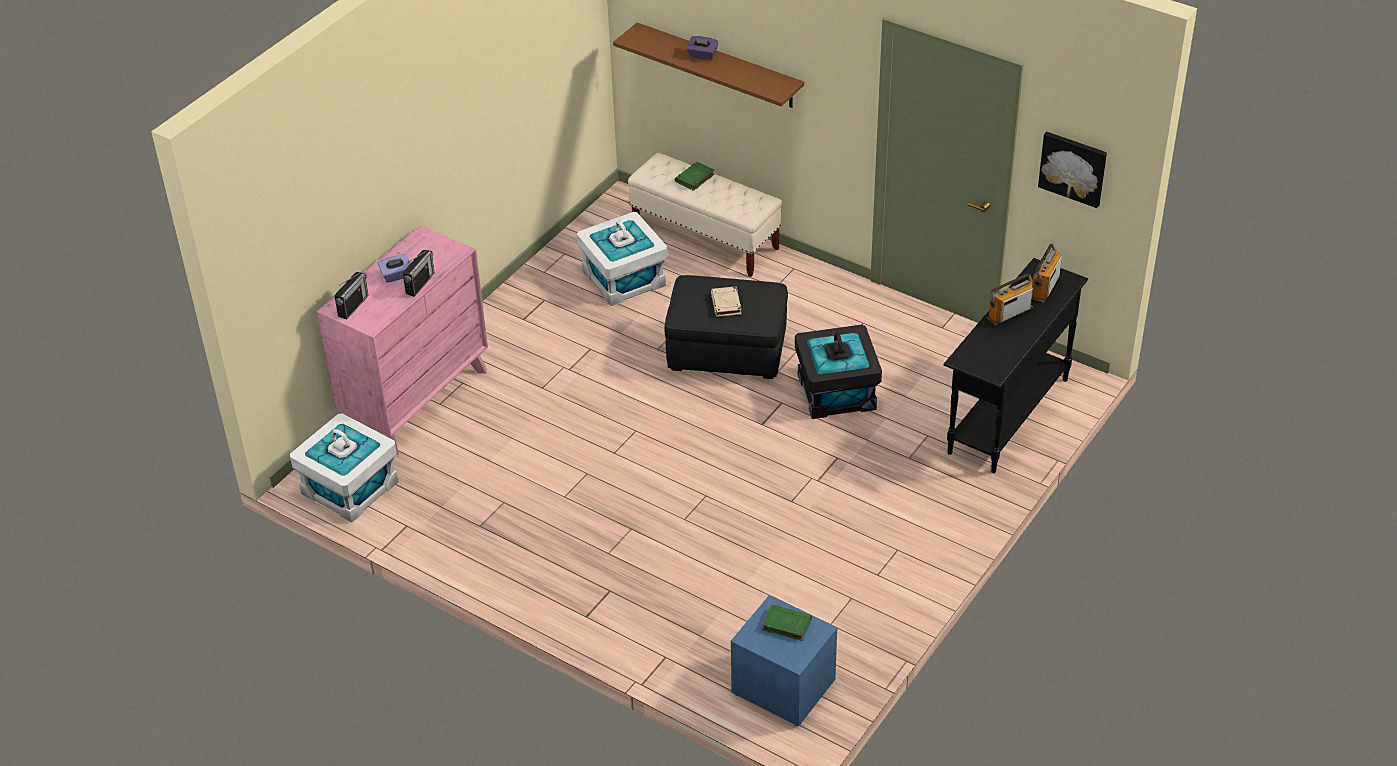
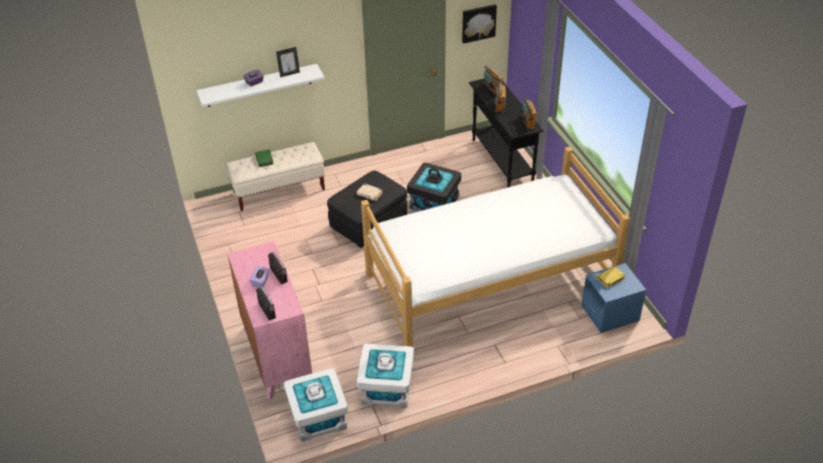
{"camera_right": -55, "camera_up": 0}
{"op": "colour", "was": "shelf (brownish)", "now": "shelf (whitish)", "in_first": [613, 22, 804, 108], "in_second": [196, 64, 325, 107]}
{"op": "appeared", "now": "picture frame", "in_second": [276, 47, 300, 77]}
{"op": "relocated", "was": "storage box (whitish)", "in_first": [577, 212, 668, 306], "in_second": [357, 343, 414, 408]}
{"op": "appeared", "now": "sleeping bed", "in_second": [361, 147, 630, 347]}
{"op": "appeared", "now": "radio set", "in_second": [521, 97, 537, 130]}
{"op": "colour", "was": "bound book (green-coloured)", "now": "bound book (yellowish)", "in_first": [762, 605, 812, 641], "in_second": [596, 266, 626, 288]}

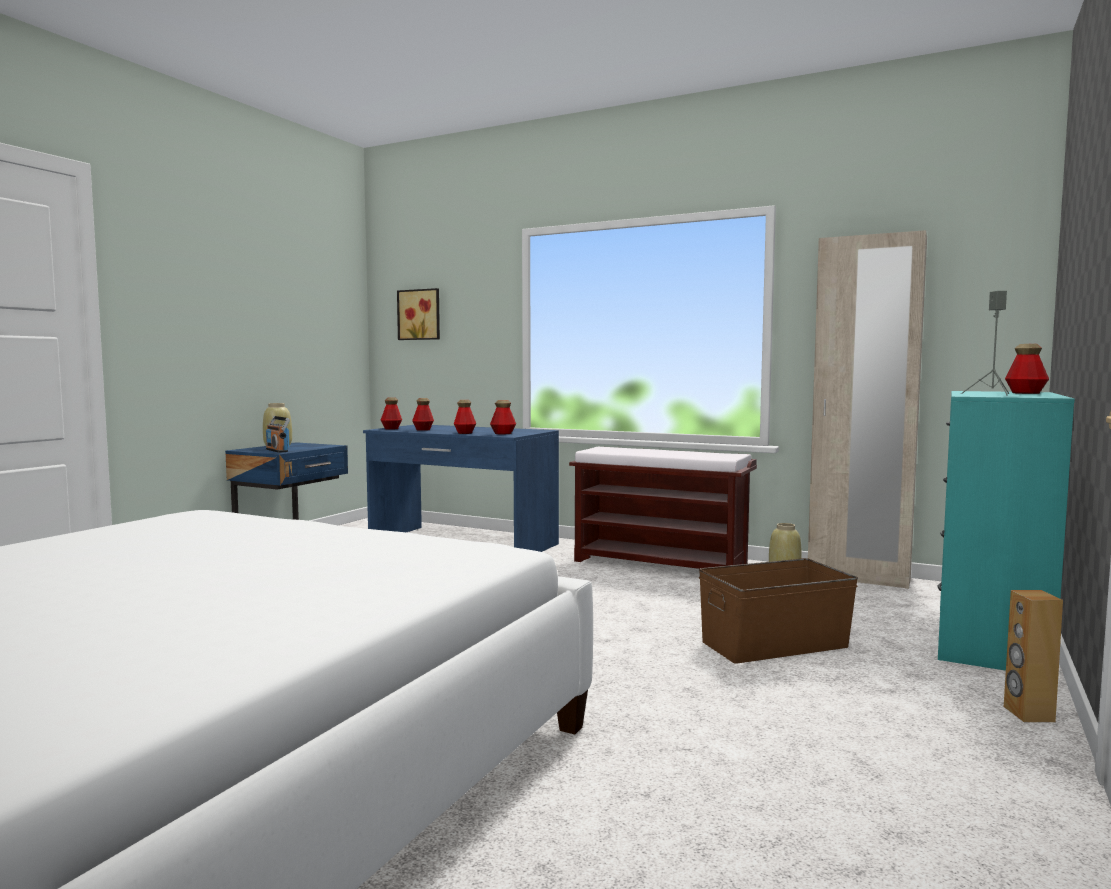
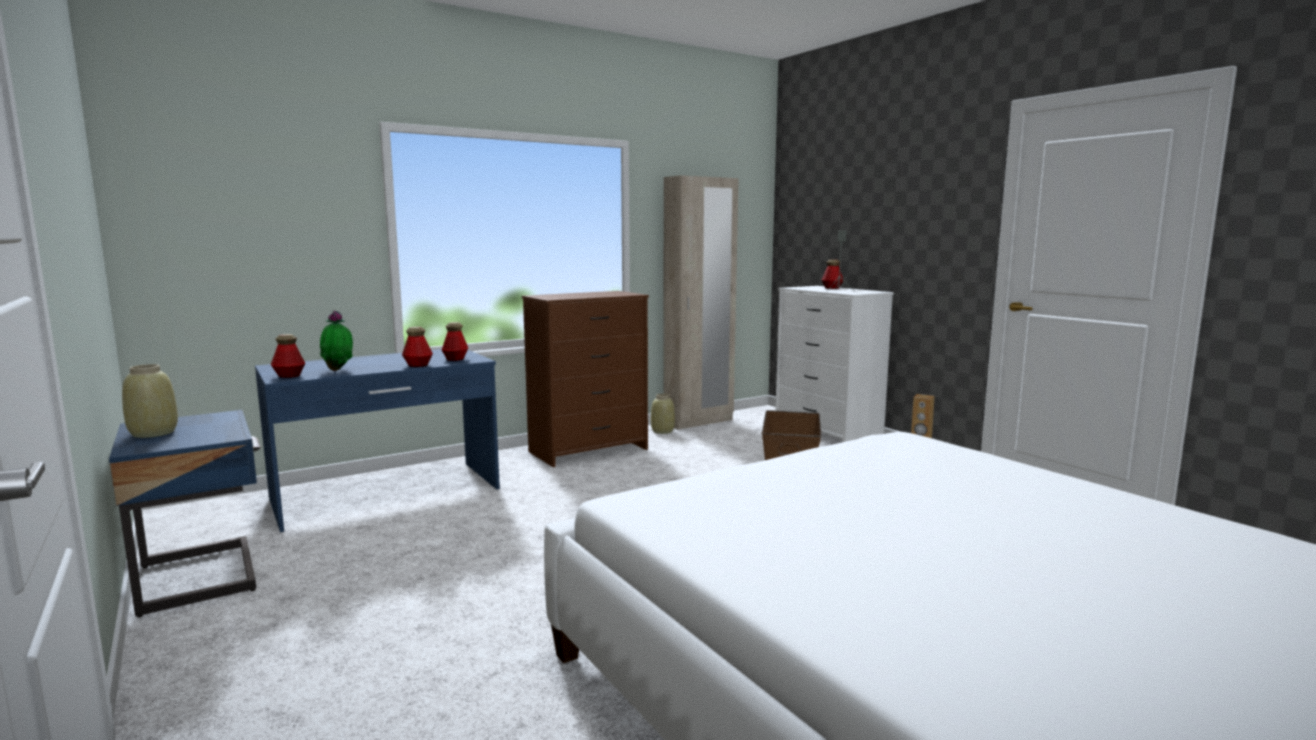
{"camera_right": -60, "camera_up": 5}
{"op": "exchanged", "was": "bottle", "now": "potted plant", "in_first": [412, 398, 434, 431], "in_second": [320, 310, 353, 371]}
{"op": "exchanged", "was": "indoor bench (brownish)", "now": "dresser (brownish)", "in_first": [569, 447, 757, 569], "in_second": [522, 291, 649, 467]}
{"op": "colour", "was": "dresser (turquoise-coloured)", "now": "dresser (whitish)", "in_first": [938, 391, 1075, 671], "in_second": [775, 286, 894, 442]}
{"op": "missing", "was": "radio set", "in_first": [266, 416, 290, 453]}
{"op": "missing", "was": "picture", "in_first": [397, 288, 440, 340]}

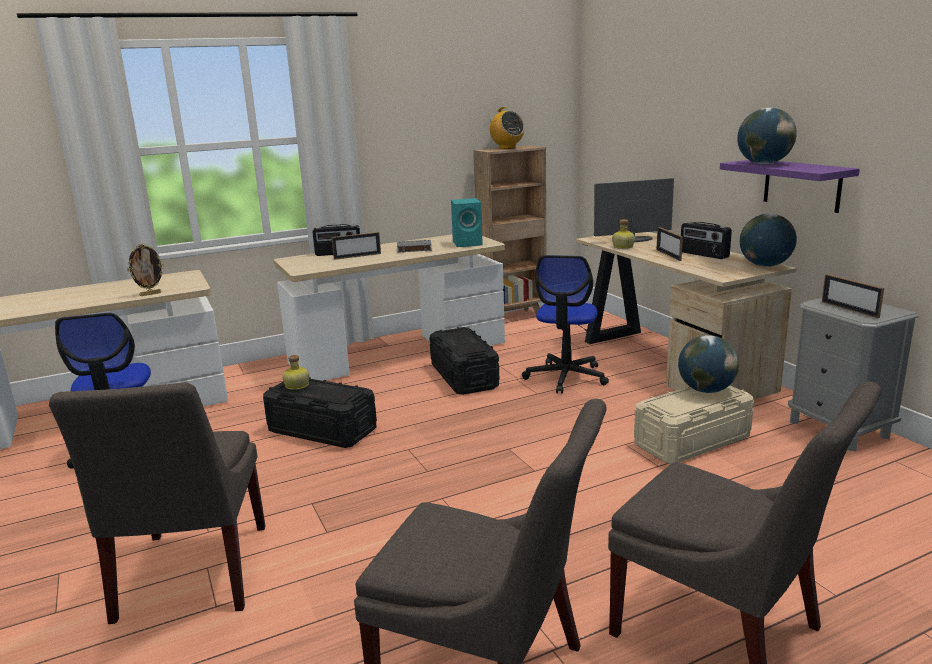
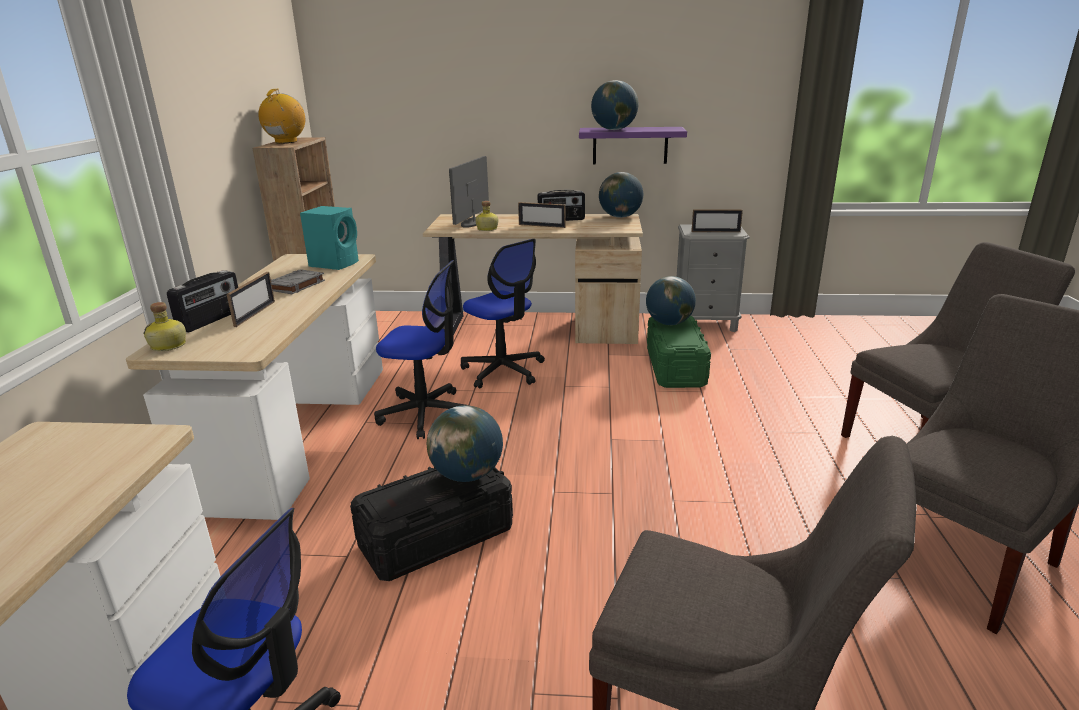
{"camera_right": -60, "camera_up": 5}
{"op": "relocated", "was": "bottle", "in_first": [283, 355, 309, 390], "in_second": [143, 302, 186, 351]}
{"op": "spun", "was": "radio set", "in_first": [489, 107, 524, 149], "in_second": [258, 89, 305, 143], "clockwise": -75}
{"op": "exchanged", "was": "storage box (black-coloured)", "now": "office chair", "in_first": [429, 327, 499, 395], "in_second": [374, 260, 465, 439]}
{"op": "appeared", "now": "globe", "in_second": [427, 405, 503, 482]}
{"op": "colour", "was": "storage box (beige)", "now": "storage box (green-coloured)", "in_first": [634, 385, 754, 464], "in_second": [647, 316, 711, 388]}
{"op": "missing", "was": "picture frame", "in_first": [127, 243, 164, 296]}

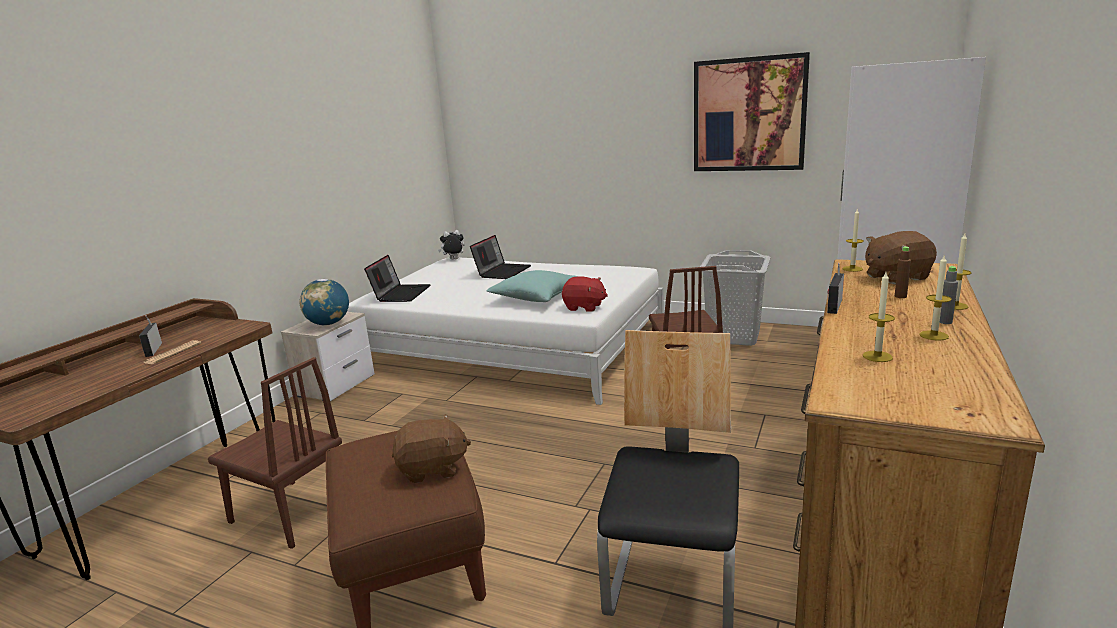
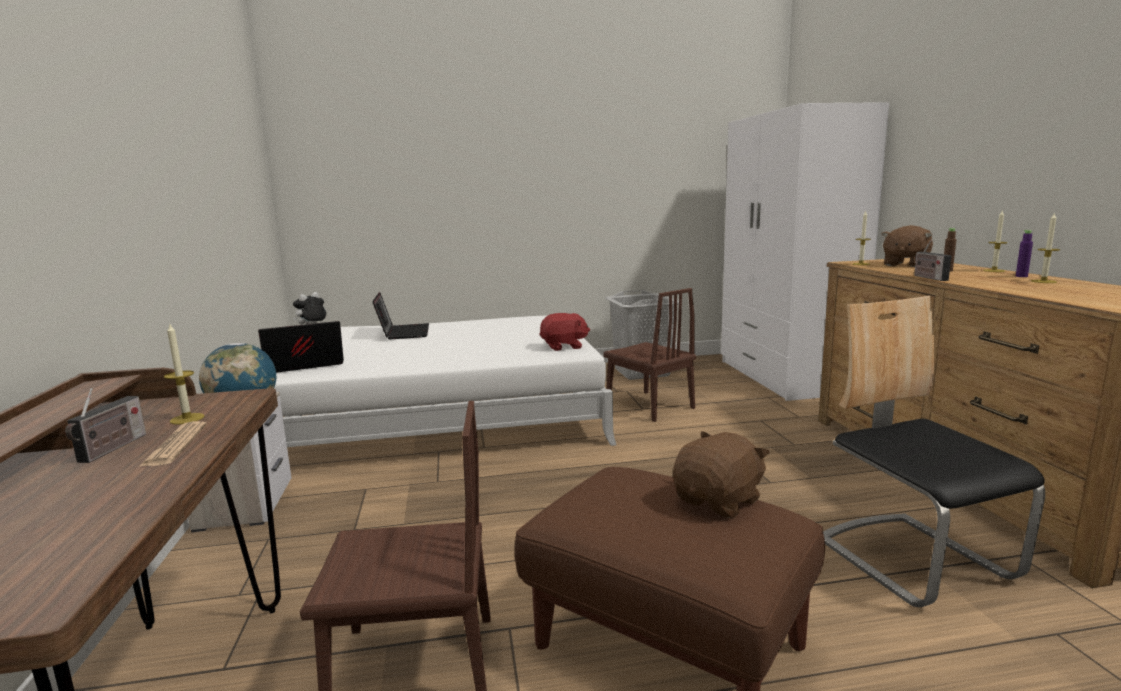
{"camera_right": -35, "camera_up": -5}
{"op": "spun", "was": "radio set", "in_first": [139, 315, 162, 357], "in_second": [65, 388, 146, 463], "clockwise": -120}
{"op": "relocated", "was": "candle", "in_first": [863, 272, 895, 362], "in_second": [164, 322, 205, 425]}
{"op": "spun", "was": "portable computer", "in_first": [364, 255, 431, 302], "in_second": [258, 321, 344, 373], "clockwise": -90}
{"op": "colour", "was": "bottle (grey)", "now": "bottle (purple)", "in_first": [939, 266, 958, 324], "in_second": [1016, 230, 1033, 277]}
{"op": "missing", "was": "throw pillow (turquoise-coloured)", "in_first": [487, 270, 578, 302]}
{"op": "missing", "was": "picture", "in_first": [694, 52, 810, 171]}

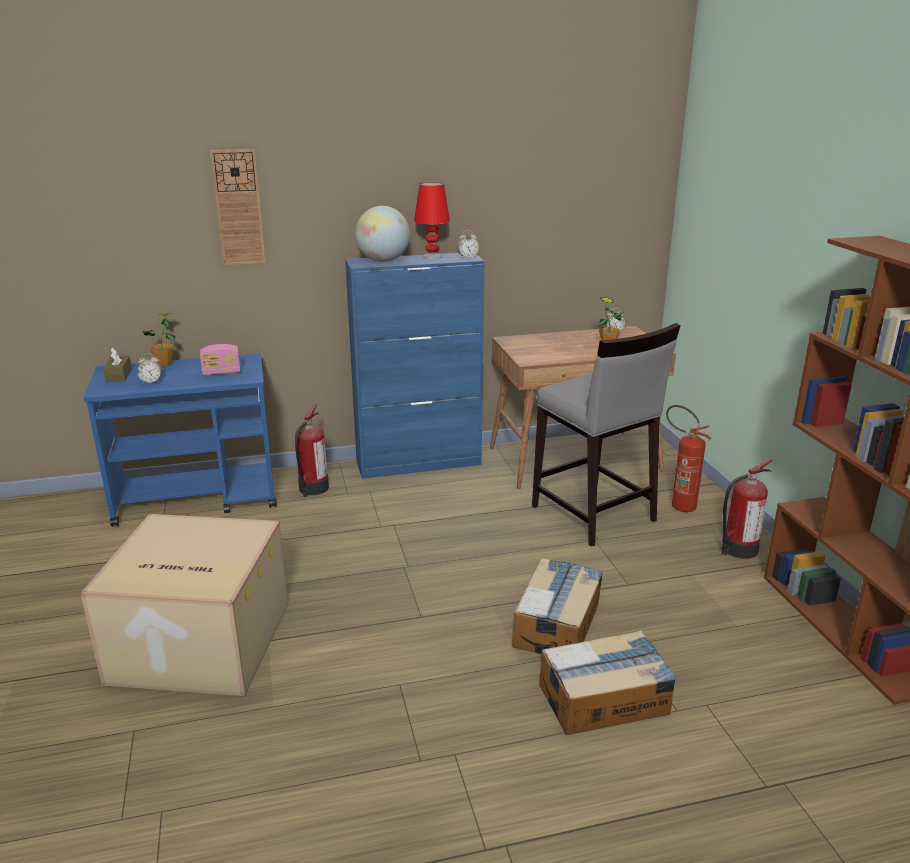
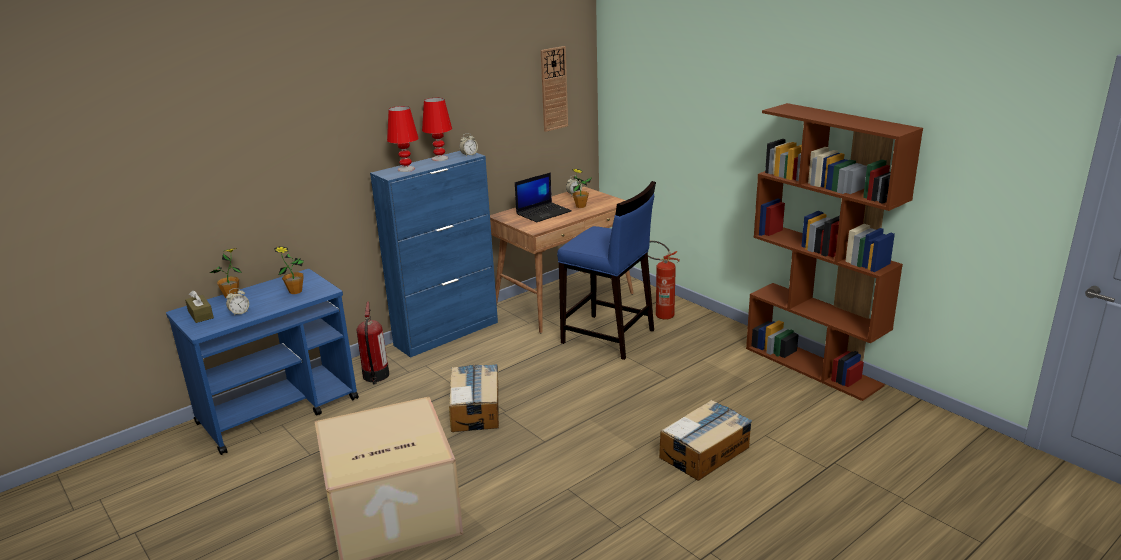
{"camera_right": -25, "camera_up": 0}
{"op": "exchanged", "was": "radio set", "now": "potted plant", "in_first": [200, 344, 240, 375], "in_second": [274, 246, 304, 294]}
{"op": "exchanged", "was": "globe", "now": "lamp for a table (red)", "in_first": [355, 206, 410, 262], "in_second": [387, 106, 418, 172]}
{"op": "relocated", "was": "packing box", "in_first": [512, 558, 603, 654], "in_second": [449, 364, 499, 432]}
{"op": "appeared", "now": "portable computer", "in_second": [515, 172, 572, 222]}
{"op": "relocated", "was": "hanging clock", "in_first": [210, 149, 266, 266], "in_second": [541, 46, 568, 132]}
{"op": "colour", "was": "stool (grey)", "now": "stool (bluish)", "in_first": [532, 323, 680, 547], "in_second": [557, 181, 656, 360]}
{"op": "missing", "was": "extinguisher", "in_first": [721, 459, 773, 559]}

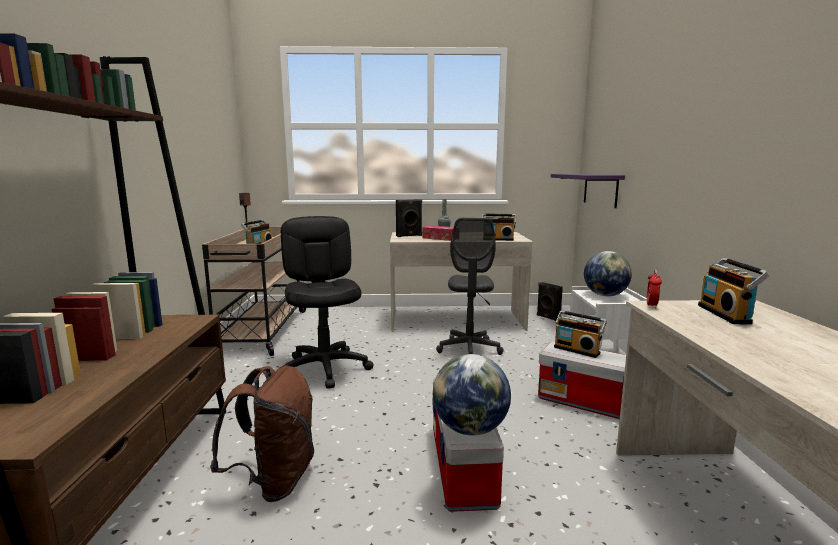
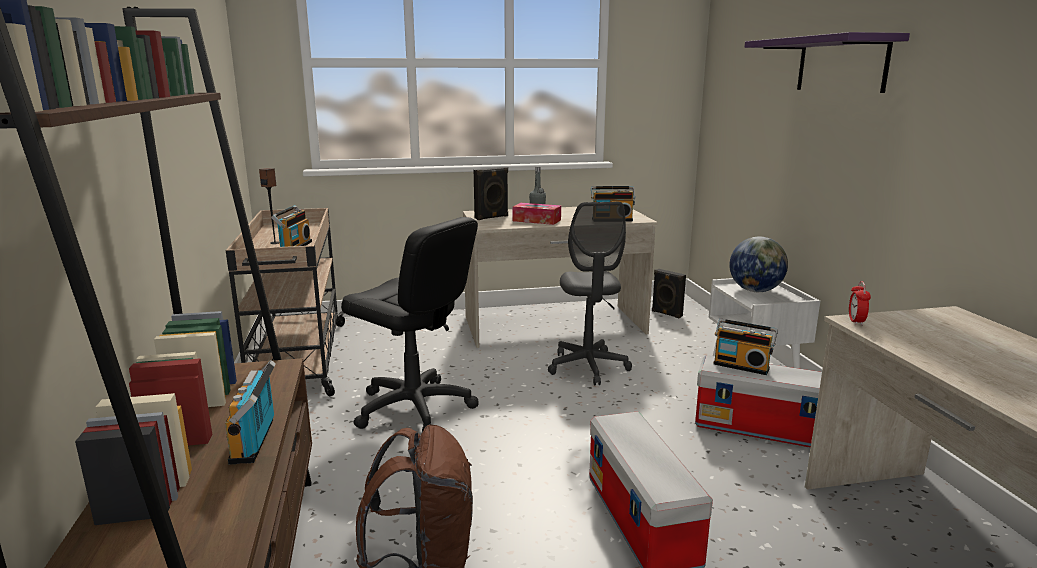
{"camera_right": -10, "camera_up": 5}
{"op": "relocated", "was": "radio set", "in_first": [698, 258, 770, 325], "in_second": [225, 360, 276, 465]}
{"op": "spun", "was": "office chair (black-coloured)", "in_first": [281, 216, 374, 389], "in_second": [341, 217, 478, 432], "clockwise": 150}
{"op": "relocated", "was": "shelf (purple)", "in_first": [551, 174, 625, 208], "in_second": [745, 32, 910, 93]}
{"op": "missing", "was": "globe", "in_first": [433, 354, 511, 435]}

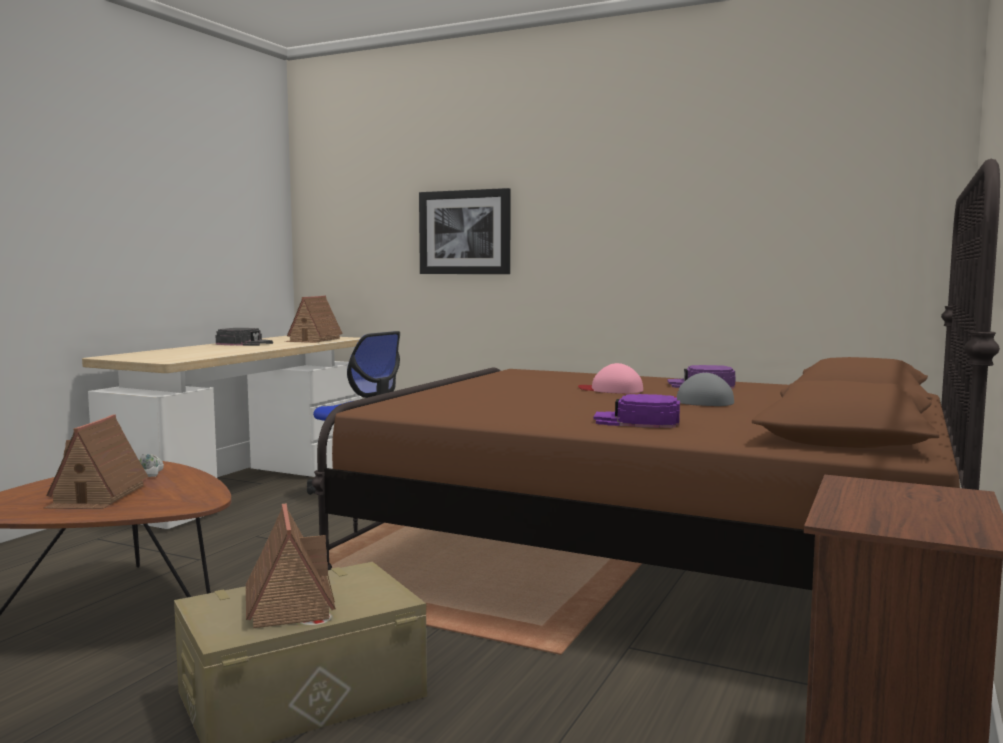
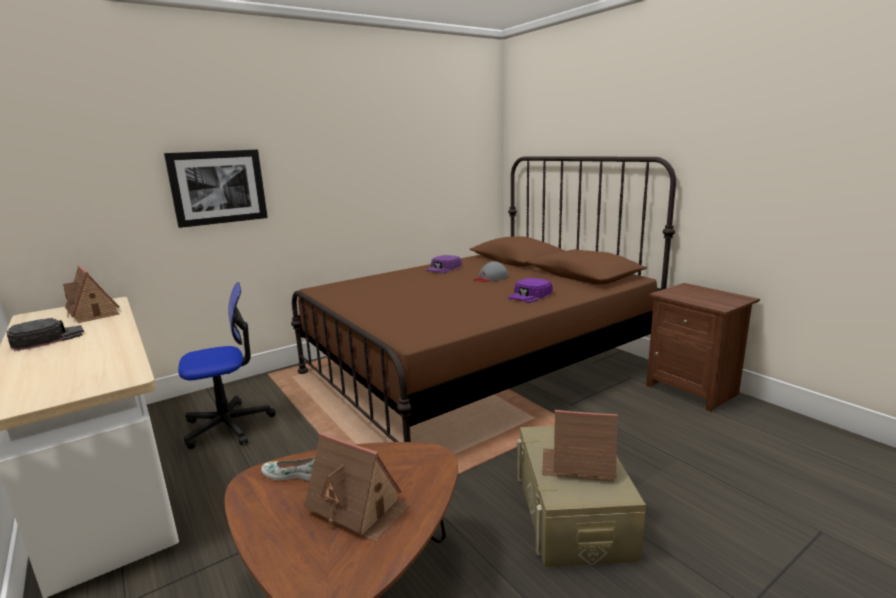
{"camera_right": -60, "camera_up": 10}
{"op": "missing", "was": "cap (pink)", "in_first": [578, 363, 643, 394]}

